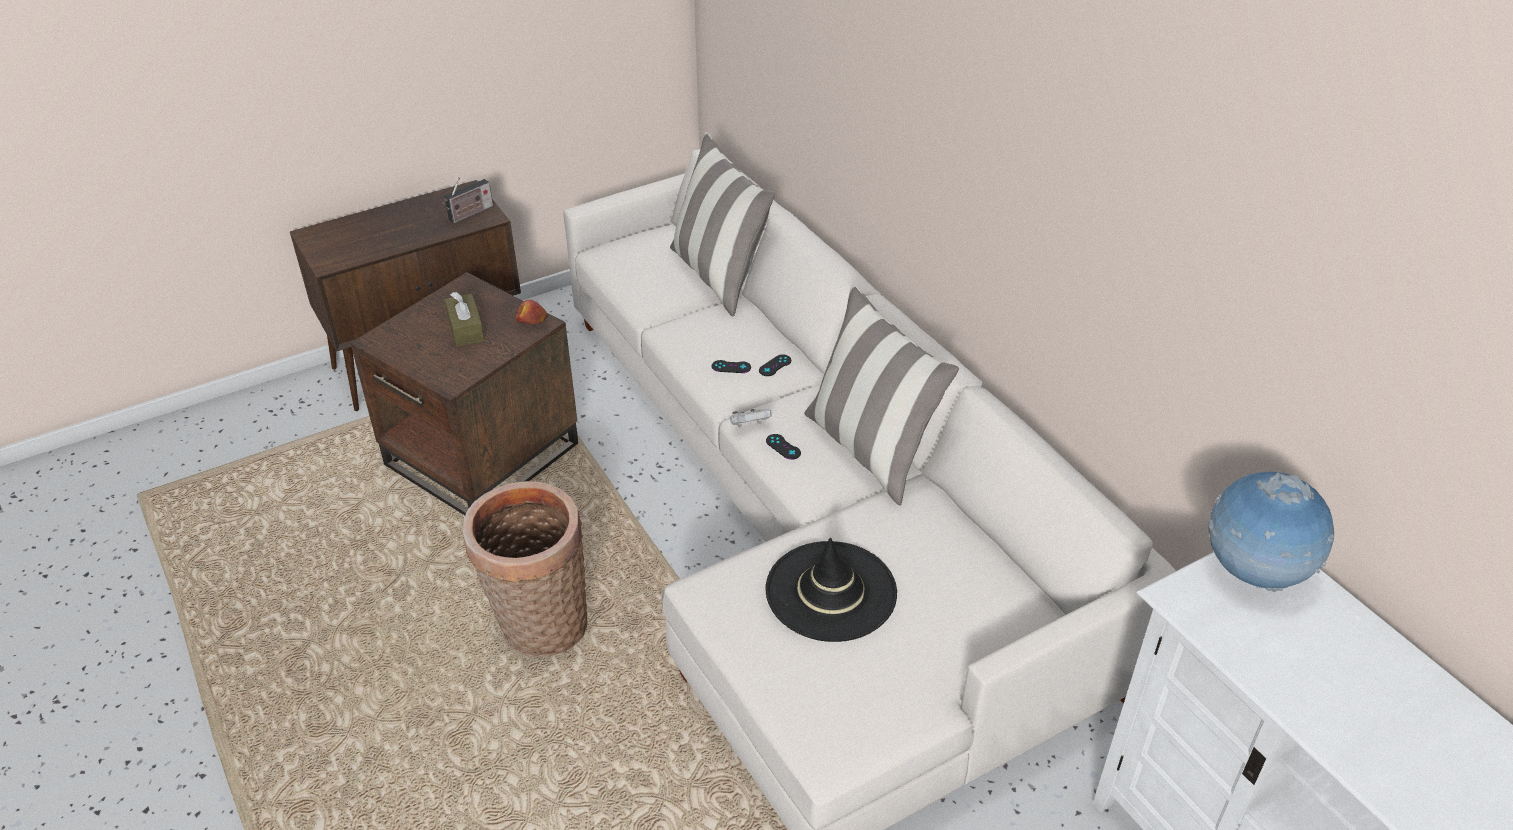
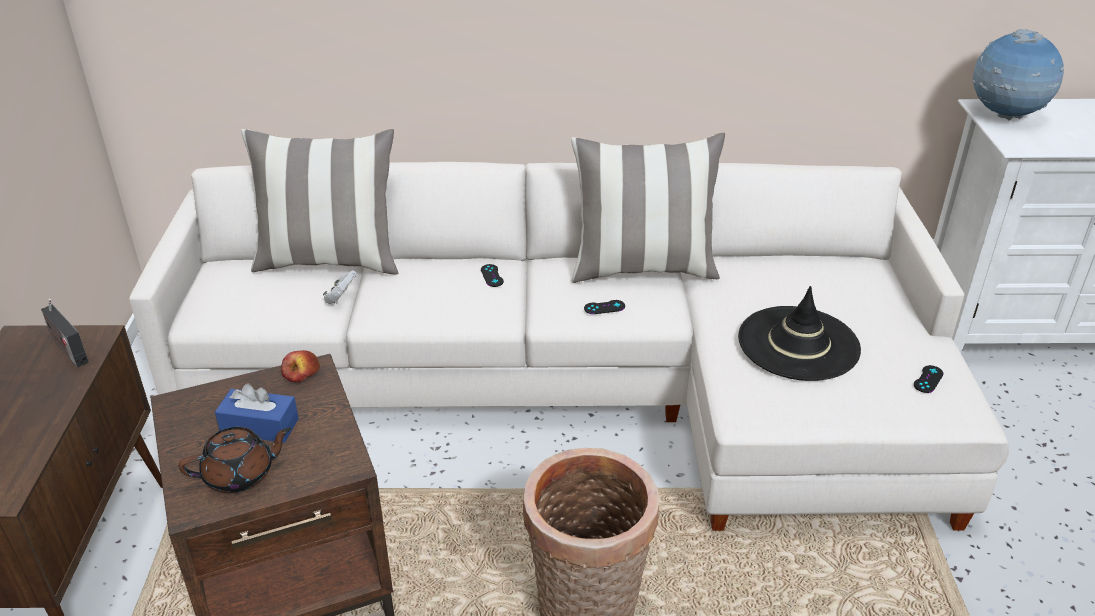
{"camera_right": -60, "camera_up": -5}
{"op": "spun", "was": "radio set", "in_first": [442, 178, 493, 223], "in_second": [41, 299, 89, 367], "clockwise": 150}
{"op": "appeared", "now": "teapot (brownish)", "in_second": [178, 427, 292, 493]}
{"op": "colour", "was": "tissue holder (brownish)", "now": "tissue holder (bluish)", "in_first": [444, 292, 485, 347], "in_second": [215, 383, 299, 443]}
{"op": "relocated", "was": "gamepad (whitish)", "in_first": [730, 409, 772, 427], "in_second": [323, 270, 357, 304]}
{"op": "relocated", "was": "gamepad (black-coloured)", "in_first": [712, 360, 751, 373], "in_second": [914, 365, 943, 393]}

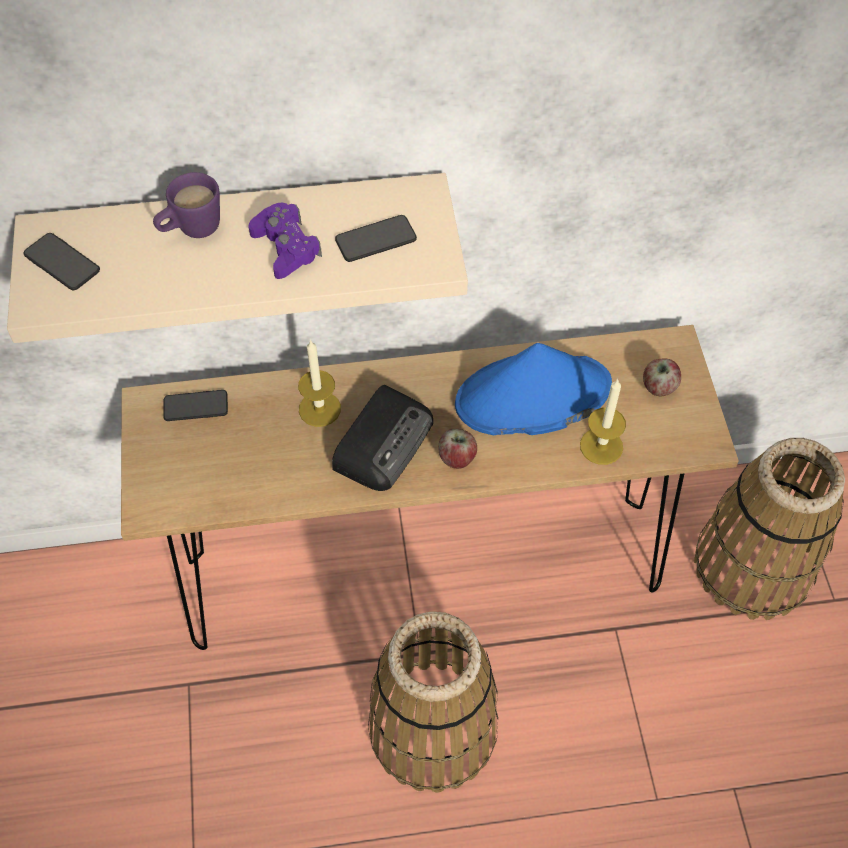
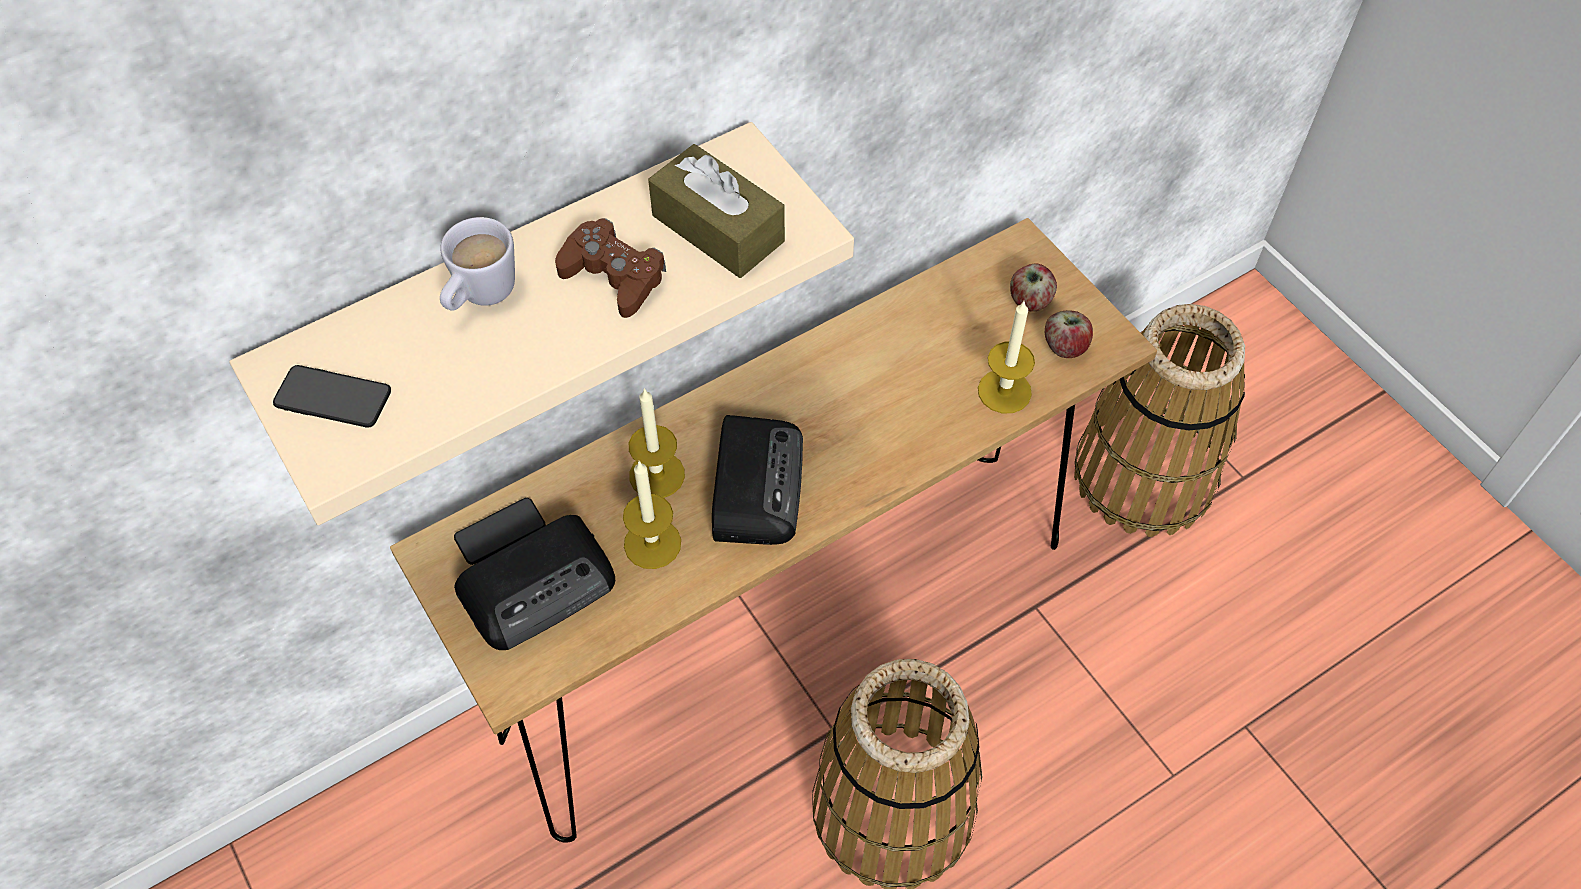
{"camera_right": -25, "camera_up": 0}
{"op": "colour", "was": "mug (purple)", "now": "mug (whitish)", "in_first": [153, 172, 220, 238], "in_second": [440, 217, 515, 311]}
{"op": "appeared", "now": "radio set", "in_second": [454, 515, 615, 650]}
{"op": "colour", "was": "gamepad (purple)", "now": "gamepad (brownish)", "in_first": [248, 203, 322, 279], "in_second": [555, 218, 666, 318]}
{"op": "appeared", "now": "candle", "in_second": [623, 461, 681, 569]}
{"op": "exchanged", "was": "phone", "now": "tissue holder (brownish)", "in_first": [335, 215, 417, 262], "in_second": [648, 144, 785, 278]}
{"op": "relocated", "was": "apple", "in_first": [438, 428, 477, 469], "in_second": [1045, 310, 1093, 358]}
{"op": "missing", "was": "wearable hat (bluish)", "in_first": [455, 343, 612, 435]}

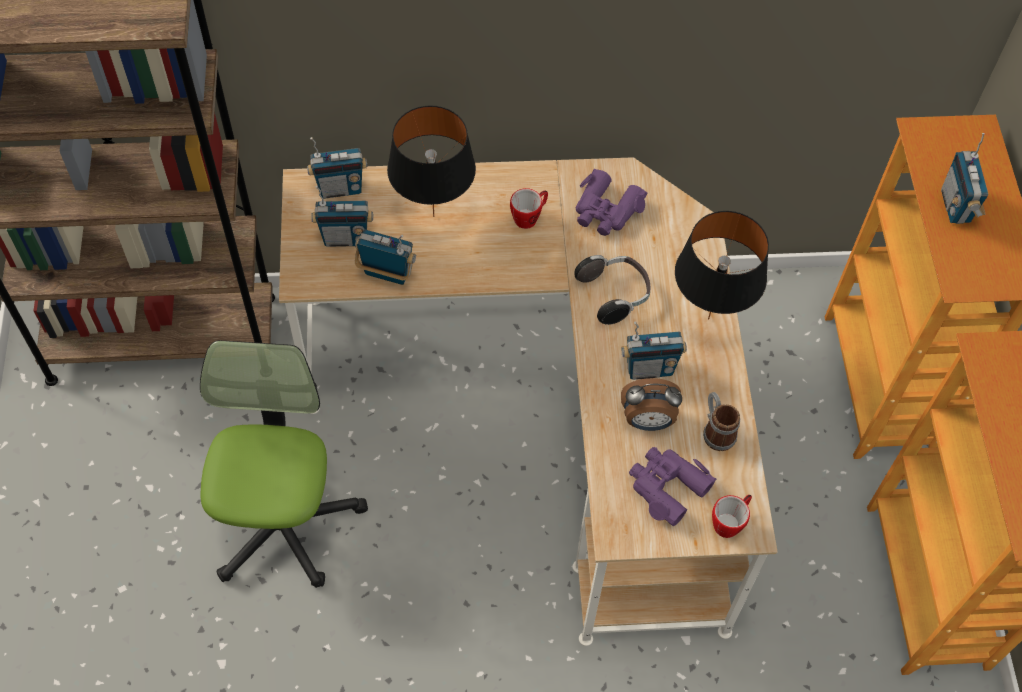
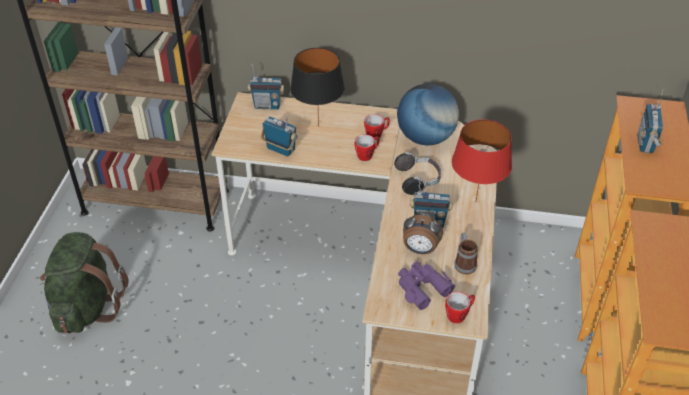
{"camera_right": 15, "camera_up": -15}
{"op": "appeared", "now": "knapsack (green-coloured)", "in_second": [40, 232, 129, 333]}
{"op": "appeared", "now": "mug", "in_second": [355, 134, 380, 161]}
{"op": "exchanged", "was": "pair of binoculars (purple)", "now": "globe", "in_first": [576, 169, 648, 236], "in_second": [397, 83, 459, 145]}
{"op": "colour", "was": "lamp for a table (black-coloured)", "now": "lamp for a table (red)", "in_first": [675, 211, 769, 319], "in_second": [452, 119, 512, 203]}
{"op": "missing", "was": "office chair", "in_first": [200, 340, 368, 588]}
{"op": "missing", "was": "radio set", "in_first": [311, 186, 373, 247]}

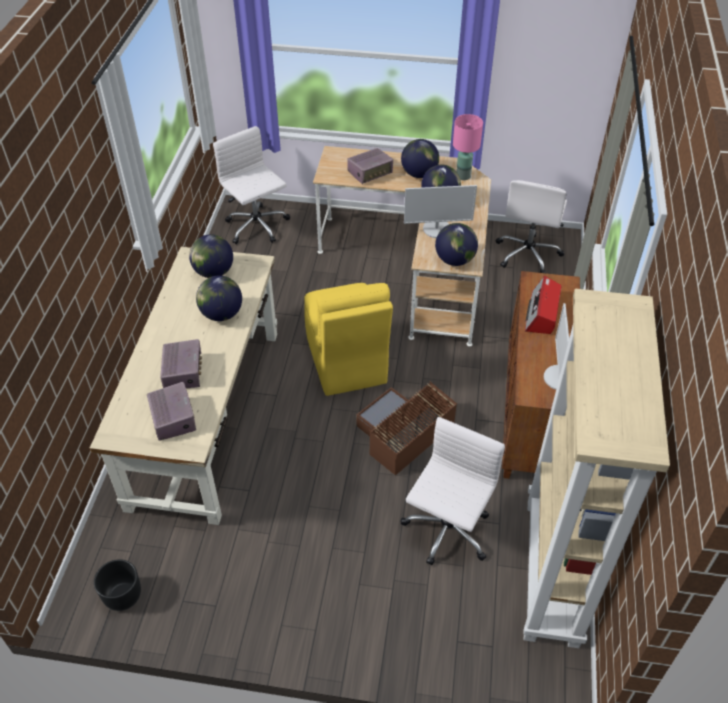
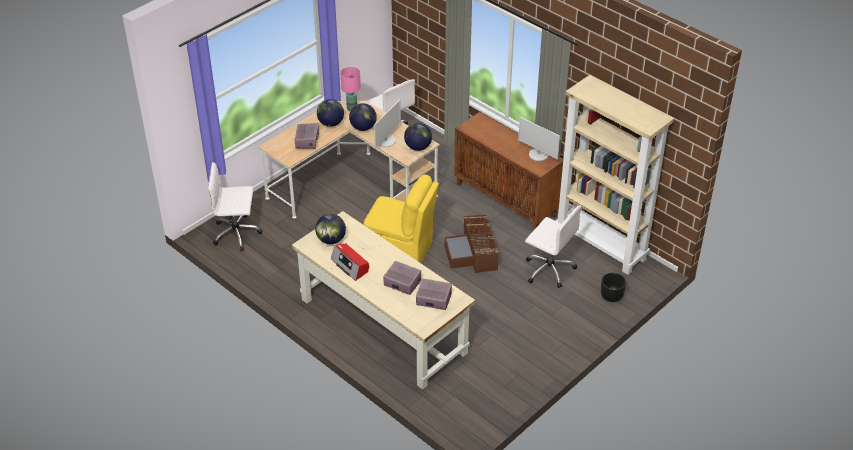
{"camera_right": -55, "camera_up": -5}
{"op": "relocated", "was": "radio set", "in_first": [525, 276, 561, 334], "in_second": [331, 243, 369, 281]}
{"op": "spun", "was": "office chair (whitish)", "in_first": [401, 417, 505, 565], "in_second": [525, 205, 582, 288], "clockwise": 150}
{"op": "relocated", "was": "plant pot (black-coloured)", "in_first": [94, 559, 141, 611], "in_second": [601, 272, 626, 302]}
{"op": "missing", "was": "globe", "in_first": [196, 276, 242, 321]}

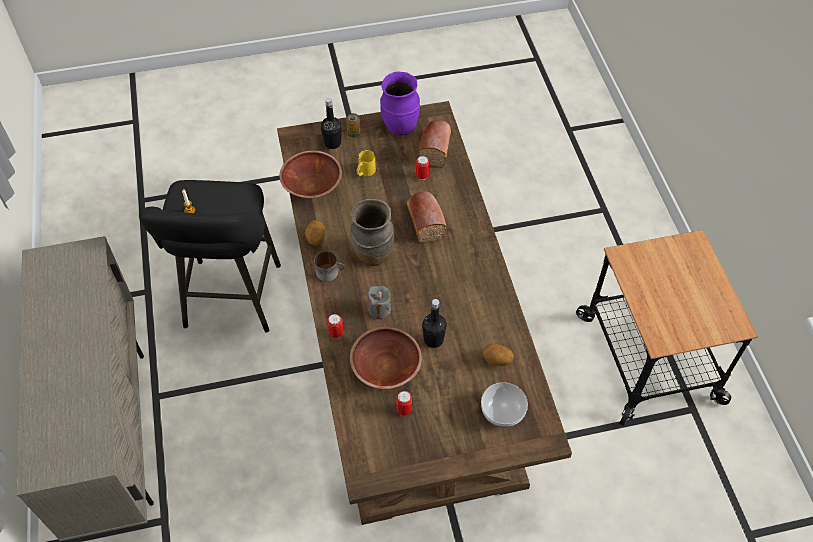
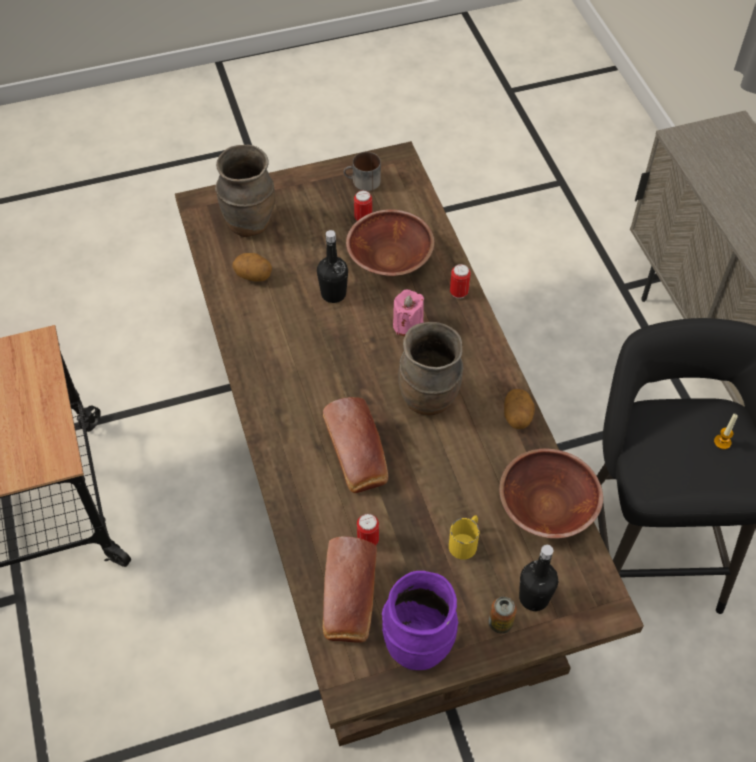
{"camera_right": 175, "camera_up": 0}
{"op": "exchanged", "was": "deep dish", "now": "flower vase (brownish)", "in_first": [481, 382, 528, 428], "in_second": [215, 145, 275, 237]}
{"op": "relocated", "was": "mug", "in_first": [314, 251, 345, 282], "in_second": [343, 152, 381, 191]}
{"op": "colour", "was": "candle (grey)", "now": "candle (pink)", "in_first": [367, 286, 391, 319], "in_second": [393, 290, 424, 336]}

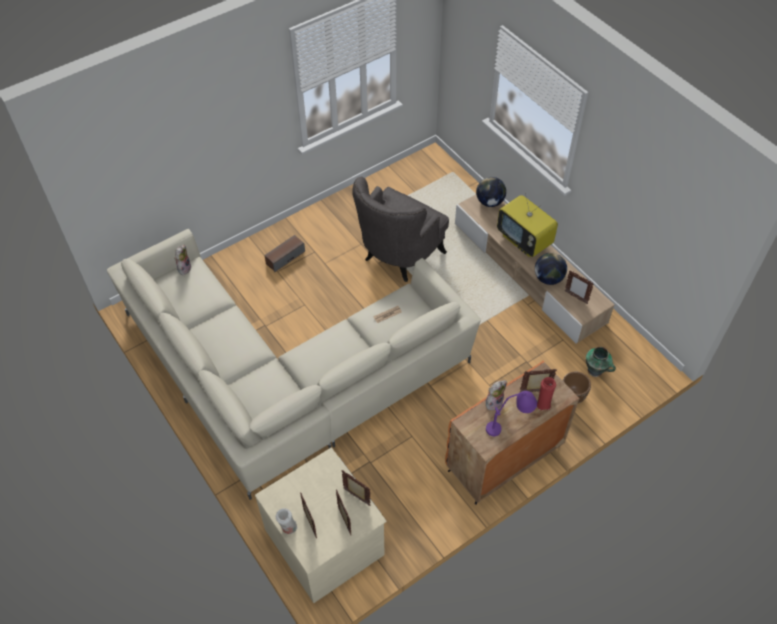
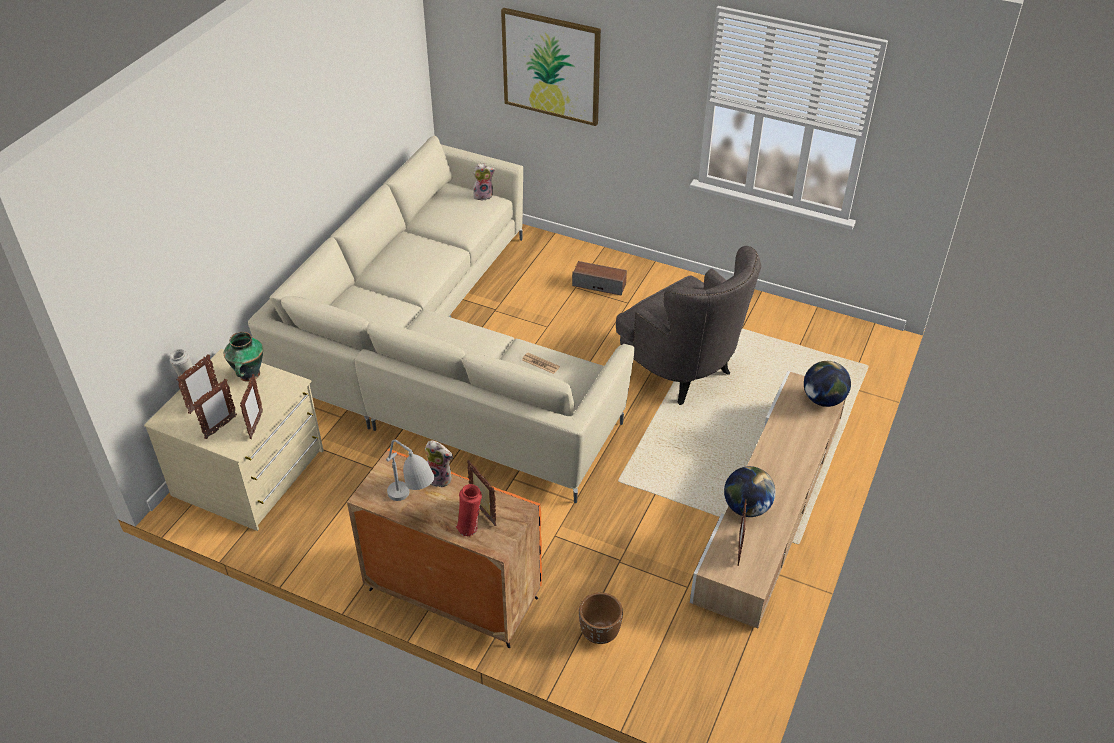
{"camera_right": 60, "camera_up": -10}
{"op": "relocated", "was": "flower vase", "in_first": [586, 347, 616, 377], "in_second": [224, 332, 263, 382]}
{"op": "colour", "was": "lamp for a table (purple)", "now": "lamp for a table (grey)", "in_first": [486, 391, 537, 436], "in_second": [386, 439, 435, 501]}
{"op": "appeared", "now": "picture", "in_second": [501, 8, 601, 126]}
{"op": "spun", "was": "armchair (grey)", "in_first": [352, 176, 449, 282], "in_second": [616, 246, 761, 405], "clockwise": -135}
{"op": "missing", "was": "TV set", "in_first": [497, 192, 558, 257]}

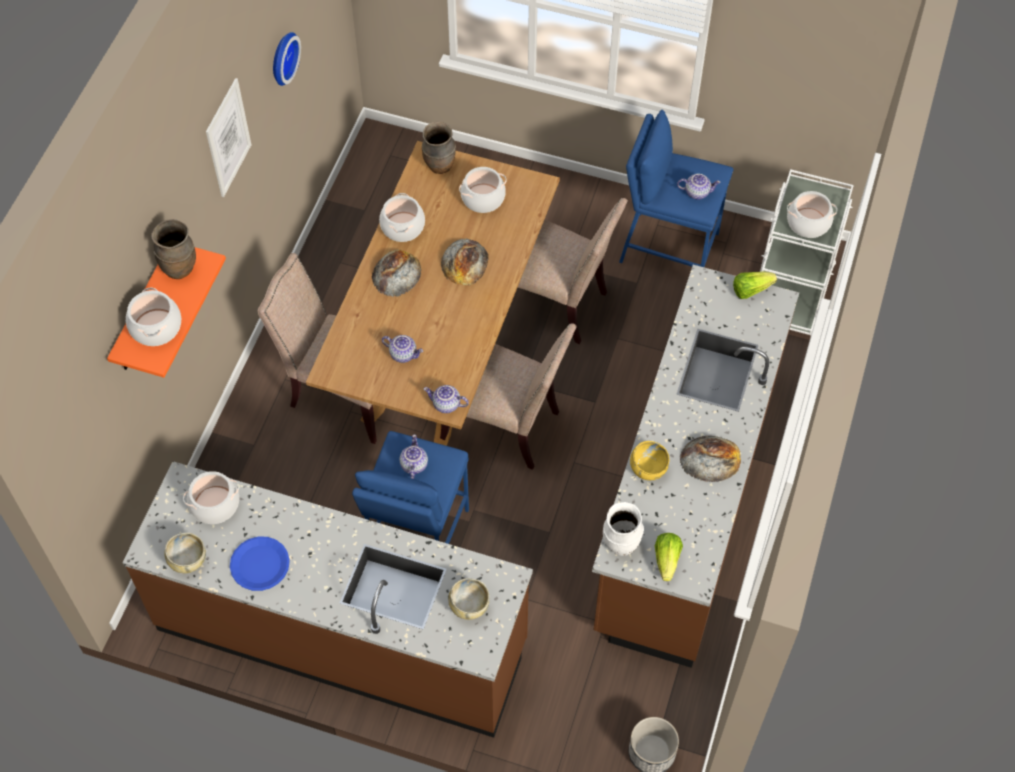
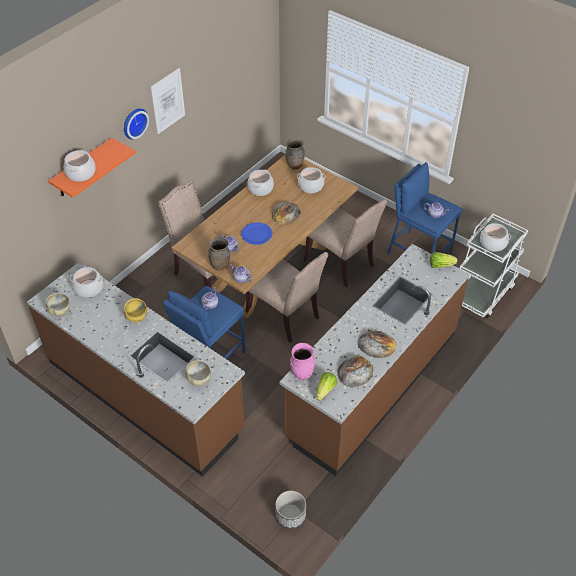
{"camera_right": 20, "camera_up": -10}
{"op": "relocated", "was": "hanging clock", "in_first": [273, 32, 301, 86], "in_second": [124, 108, 149, 139]}
{"op": "relocated", "was": "deep dish (yellowish)", "in_first": [630, 441, 669, 480], "in_second": [124, 298, 148, 322]}
{"op": "relocated", "was": "flower vase (brownish)", "in_first": [151, 219, 196, 279], "in_second": [208, 237, 230, 270]}
{"op": "relocated", "was": "dinner plate (bluish)", "in_first": [230, 537, 290, 591], "in_second": [241, 222, 272, 245]}
{"op": "colour", "was": "flower vase (whitish)", "now": "flower vase (pink)", "in_first": [603, 502, 644, 556], "in_second": [290, 343, 315, 380]}
{"op": "relocated", "was": "baked bread", "in_first": [371, 249, 421, 297], "in_second": [337, 356, 373, 388]}

